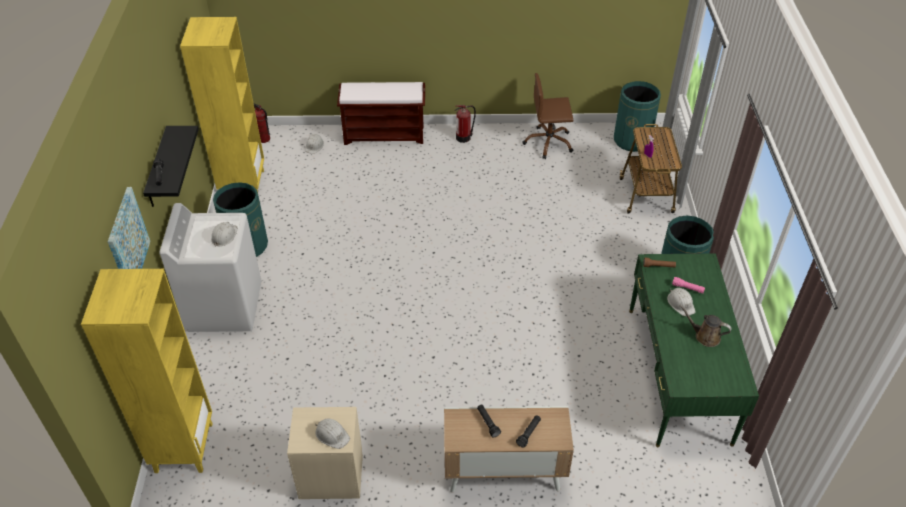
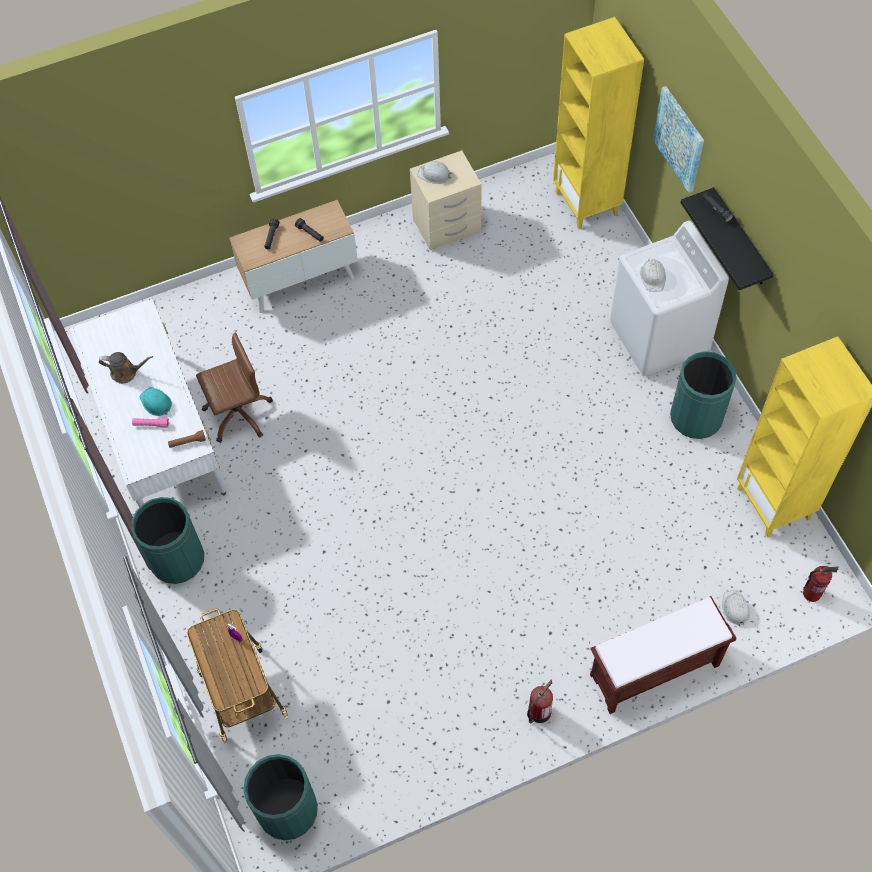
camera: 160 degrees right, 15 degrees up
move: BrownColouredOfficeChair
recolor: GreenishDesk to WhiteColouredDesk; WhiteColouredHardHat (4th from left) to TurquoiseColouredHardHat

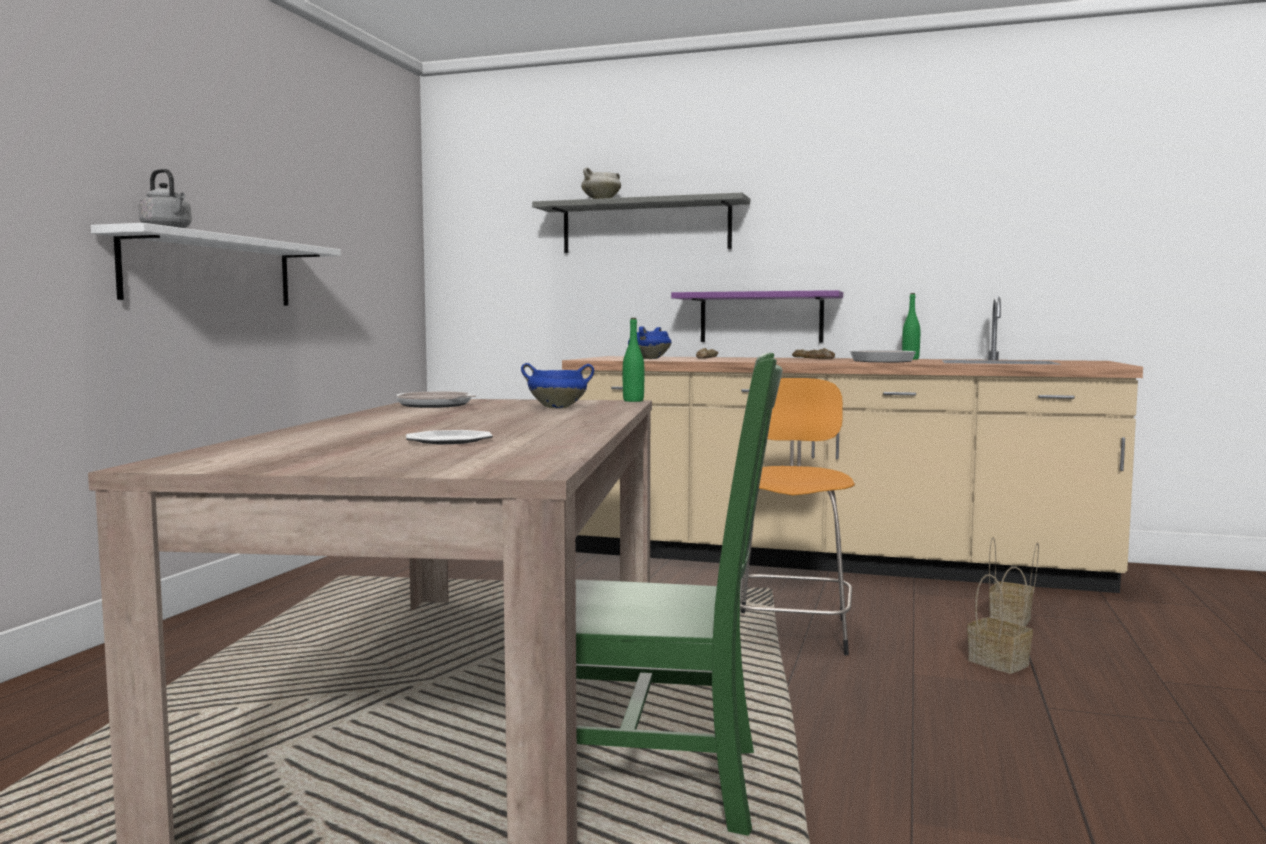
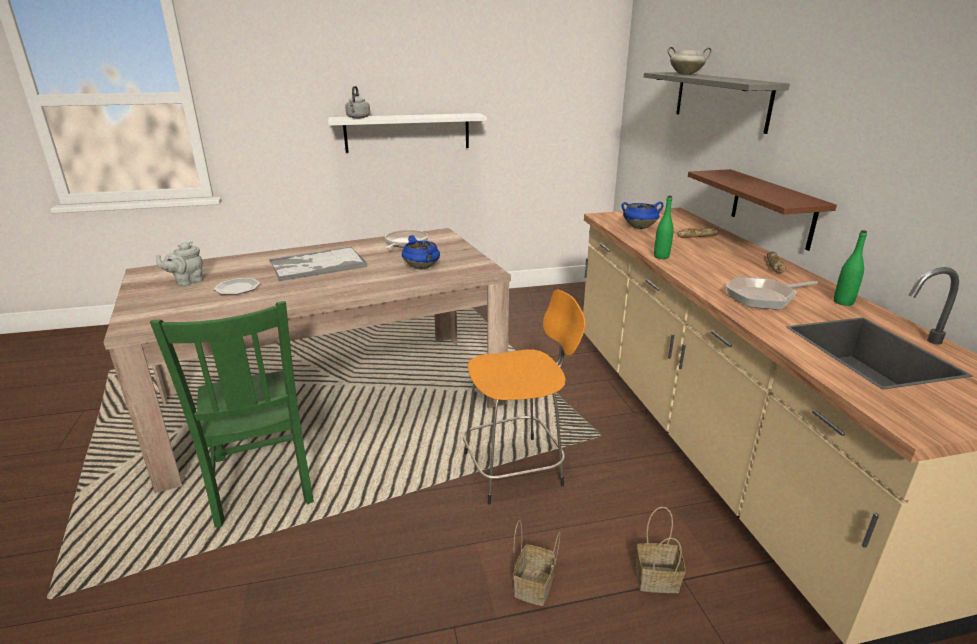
camera: 60 degrees right, 20 degrees up
insert: GreyishTeapot; ServingTray
move: GreenishBeverageBottle (1st from left)
recolor: PurplishWallShelf to BrownColouredWallShelf

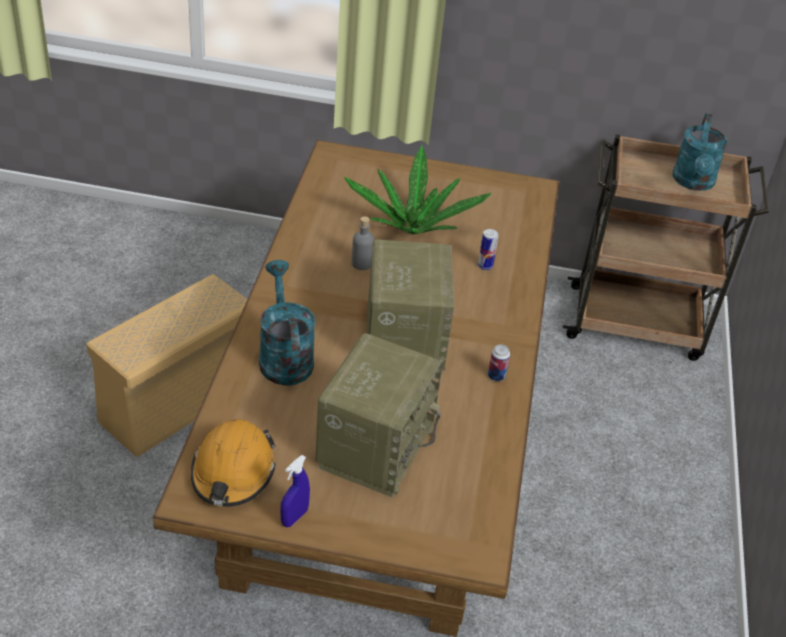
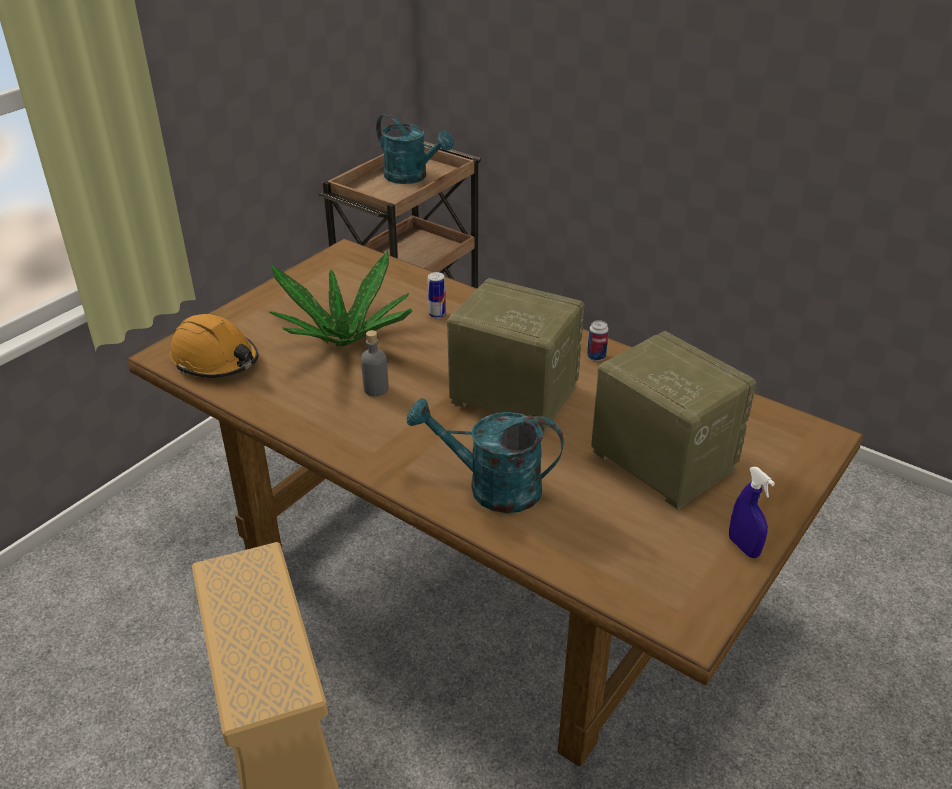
camera: 60 degrees left, 5 degrees down
move: OrangeColouredHardHat

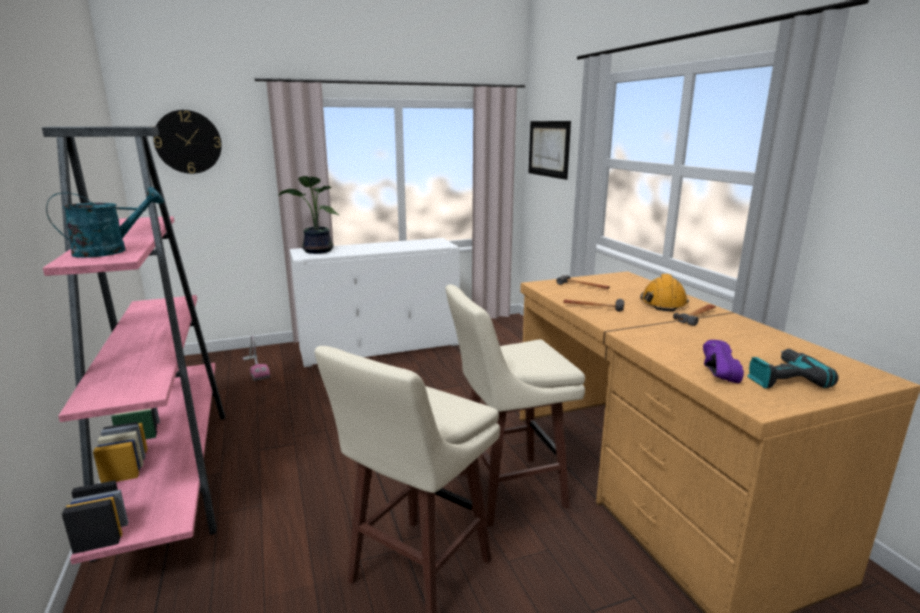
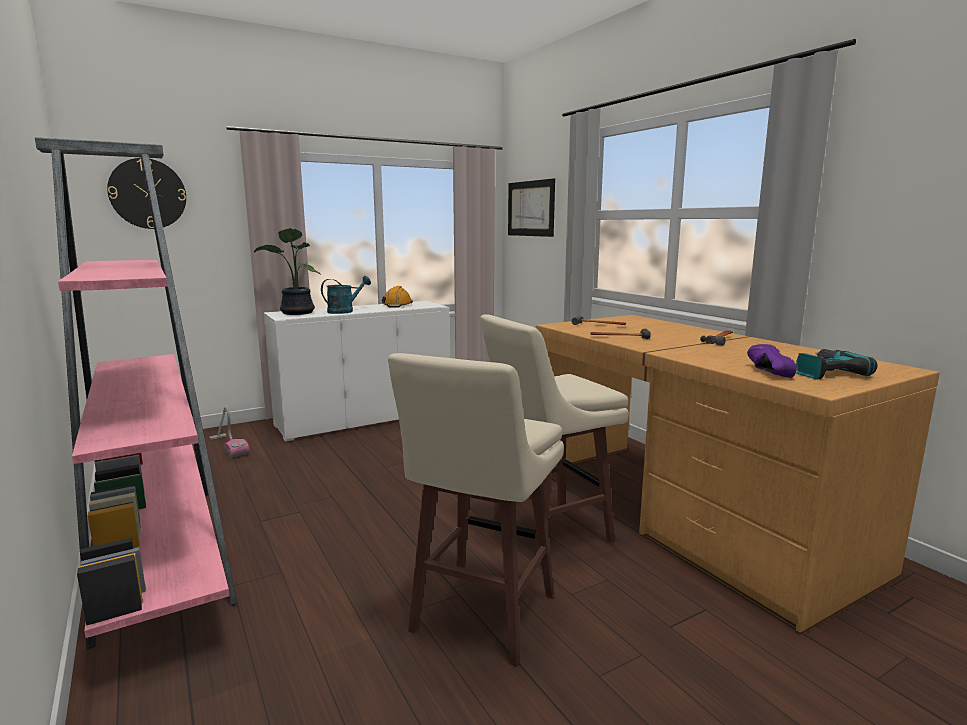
camera: 10 degrees left, 5 degrees down
move: TurquoiseColouredWateringCan; OrangeColouredHardHat

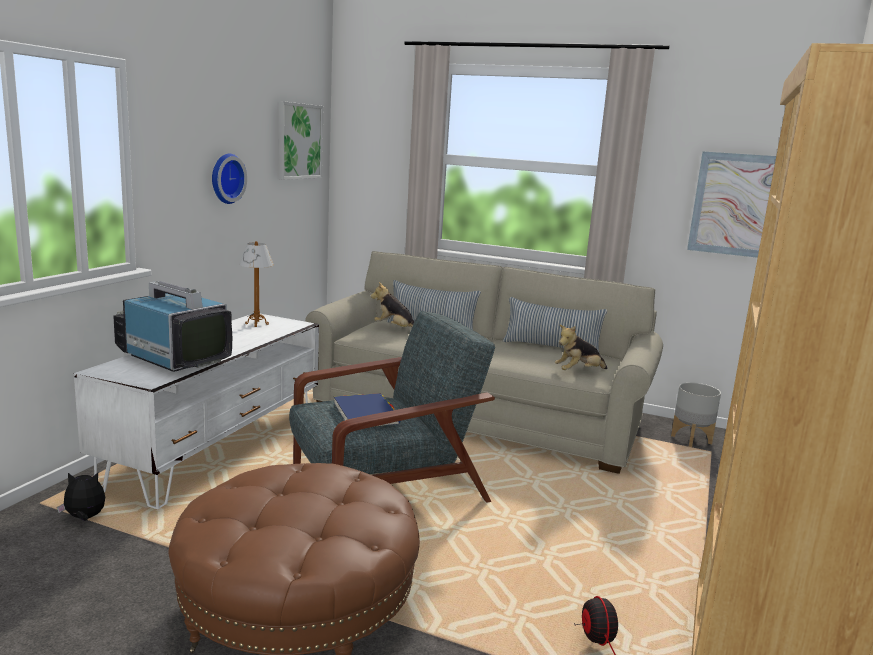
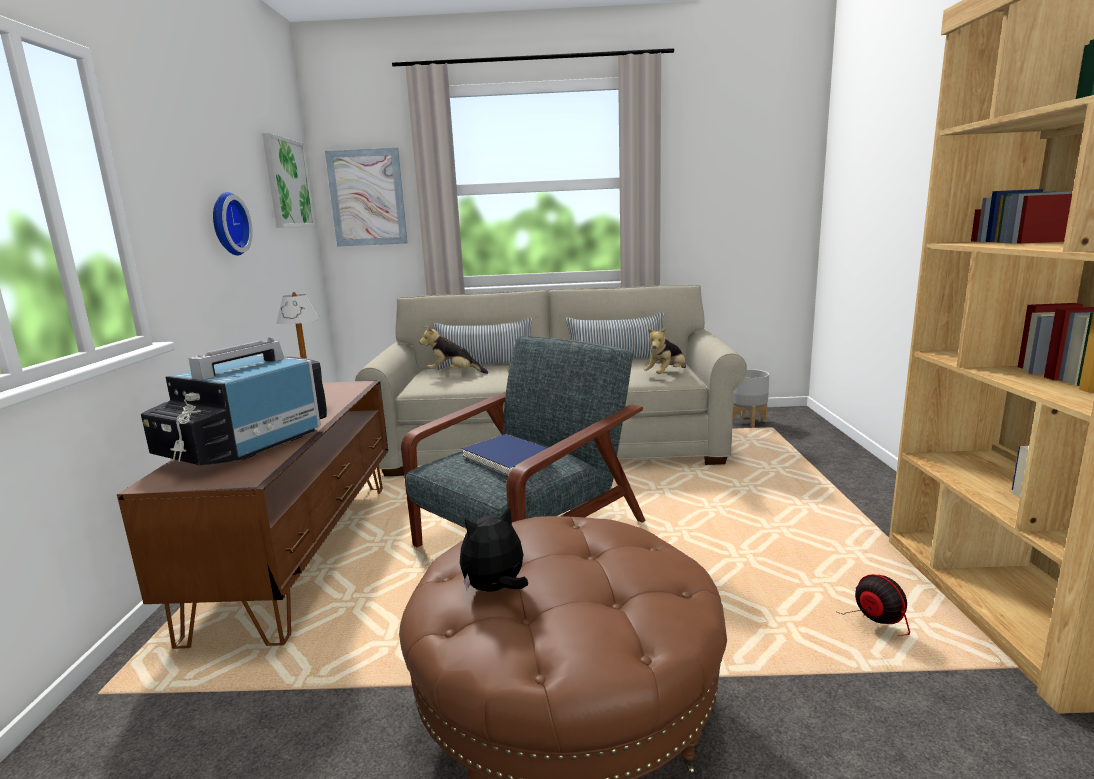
camera: 20 degrees left, 0 degrees up
move: CuddlyToy (1st from left in the first image) to CuddlyToy (2nd from left); WallPicture (2nd from left)
recolor: WhiteColouredTvStand to BrownColouredTvStand
rotate: Television 75 degrees counterclockwise

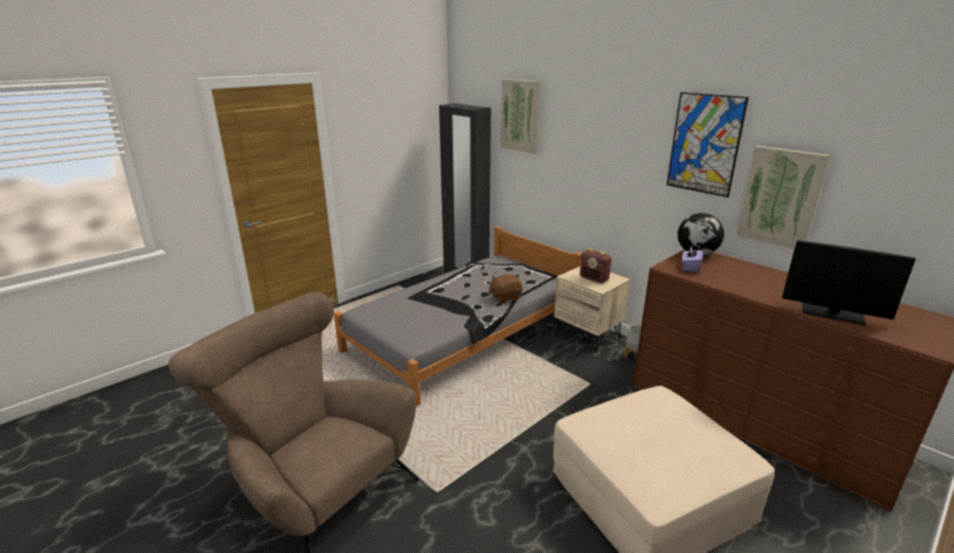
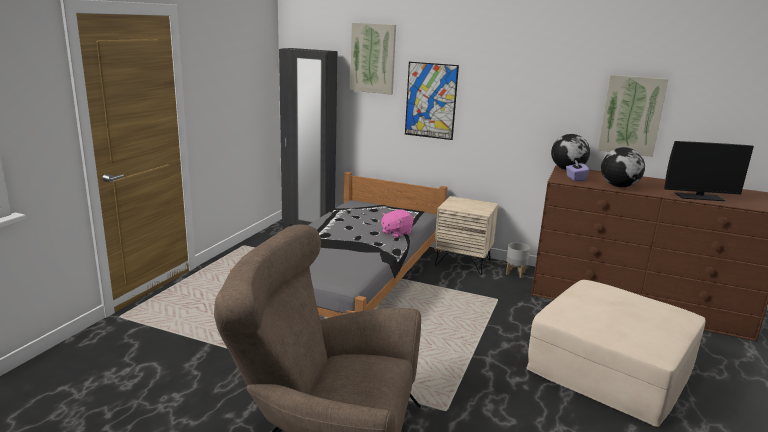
camera: 25 degrees left, 5 degrees down
delete: RadioReceiver
insert: Globe (2nd from left)
move: WallPicture (2nd from left)
recolor: BrownColouredCuddlyToy to PinkColouredCuddlyToy

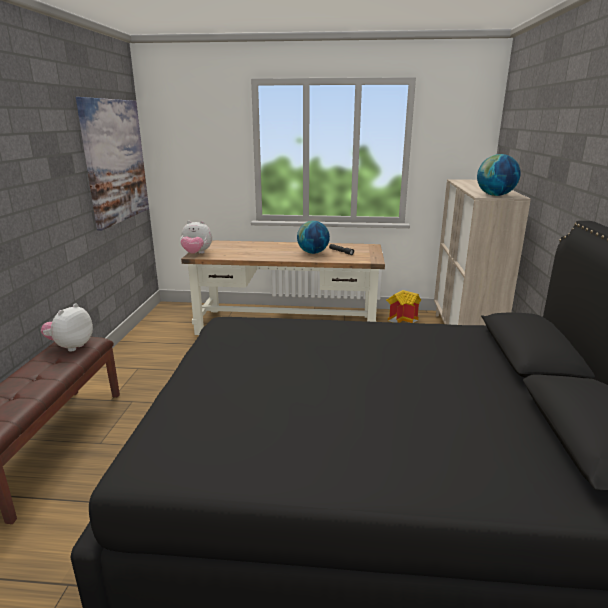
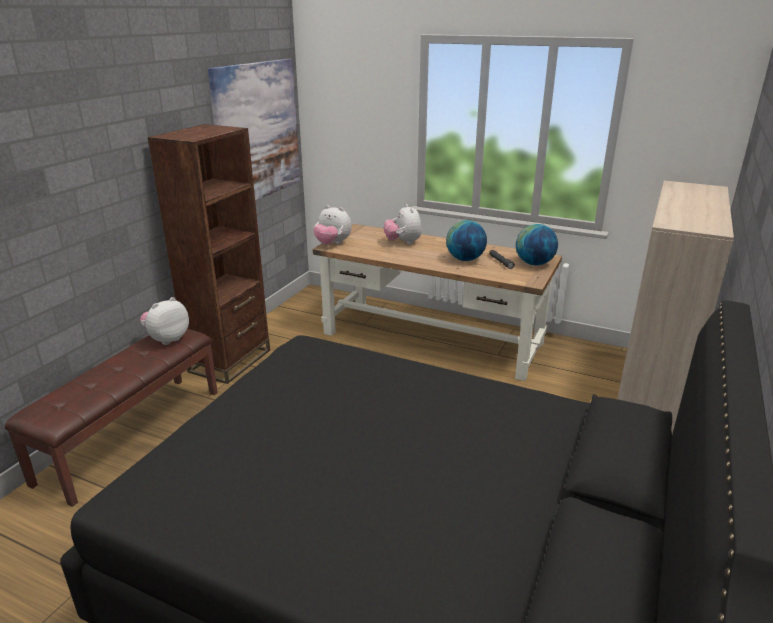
camera: 20 degrees right, 5 degrees up
delete: MiniatureHouse
insert: BrownColouredBookcase; CuddlyToy (3rd from left)
move: Globe (2nd from left)

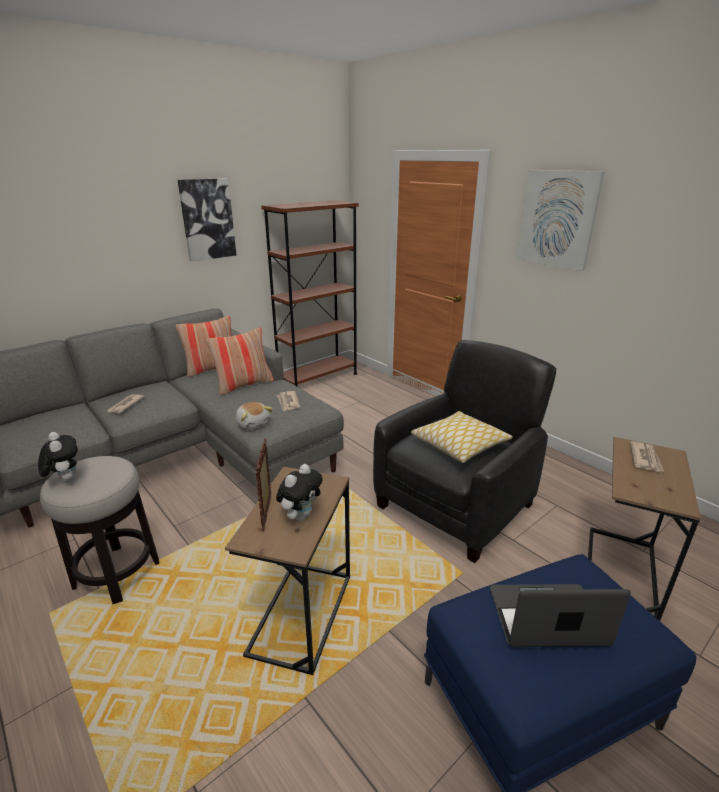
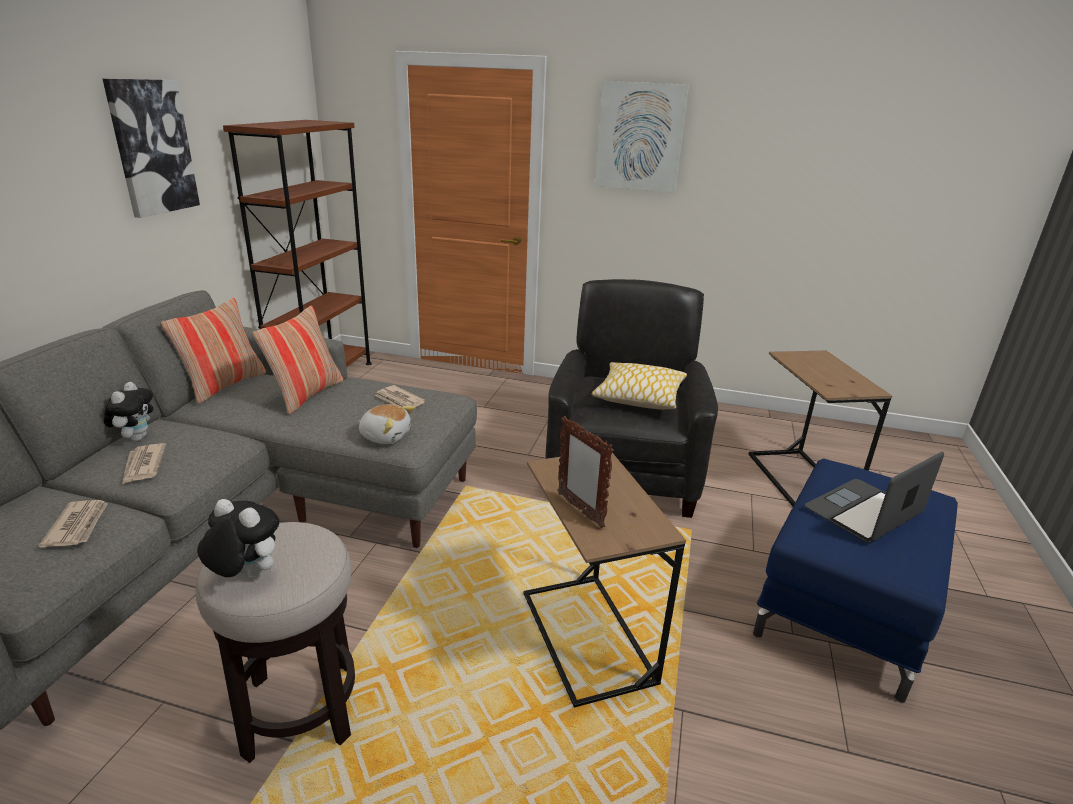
camera: 35 degrees left, 0 degrees up
move: CuddlyToy (3rd from left in the first image) to CuddlyToy (1st from left); PrintedPaper (3rd from left in the first image) to PrintedPaper (1st from left)

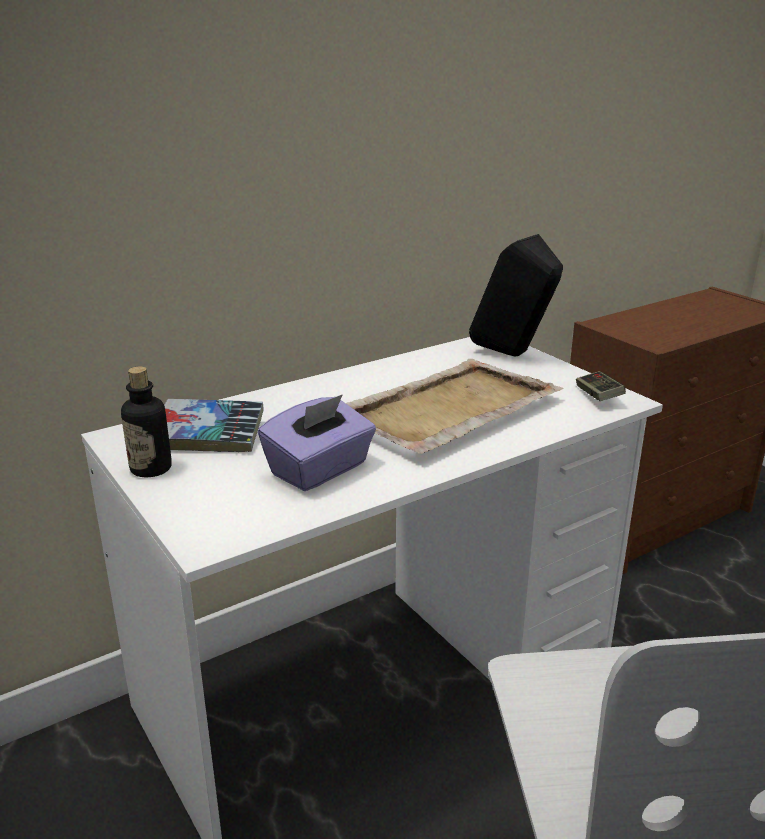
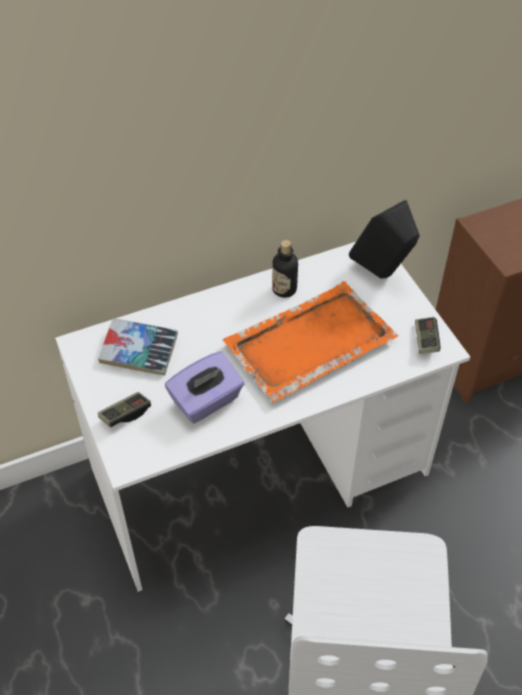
camera: 10 degrees right, 25 degrees up
insert: GameController (1st from left)
move: BeverageBottle
recolor: BeigeServingTray to OrangeColouredServingTray

